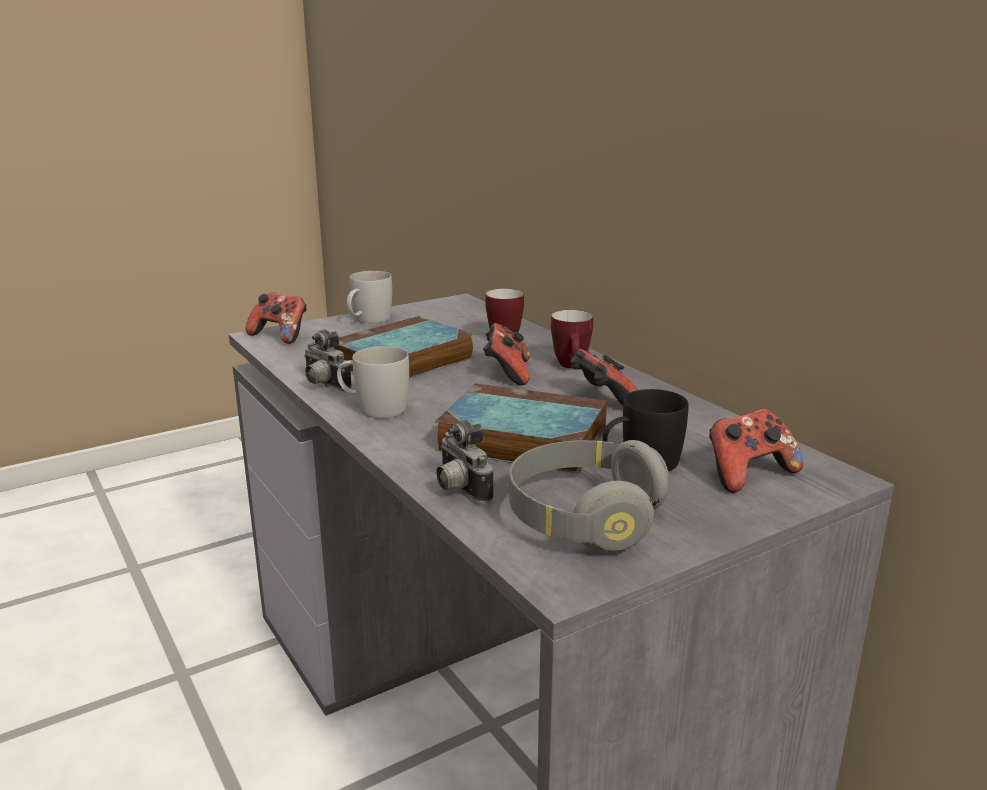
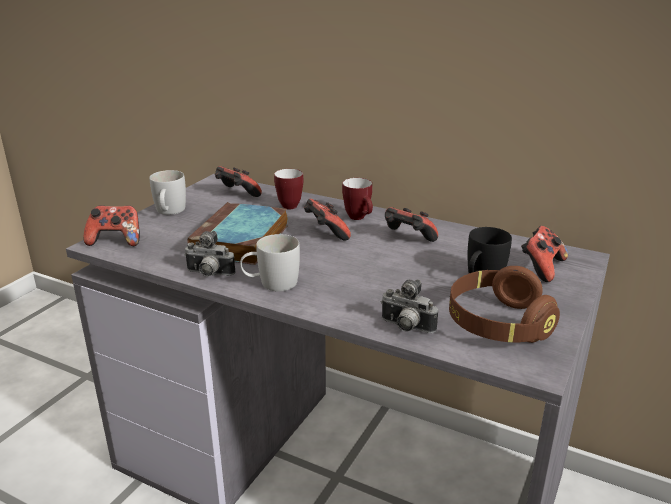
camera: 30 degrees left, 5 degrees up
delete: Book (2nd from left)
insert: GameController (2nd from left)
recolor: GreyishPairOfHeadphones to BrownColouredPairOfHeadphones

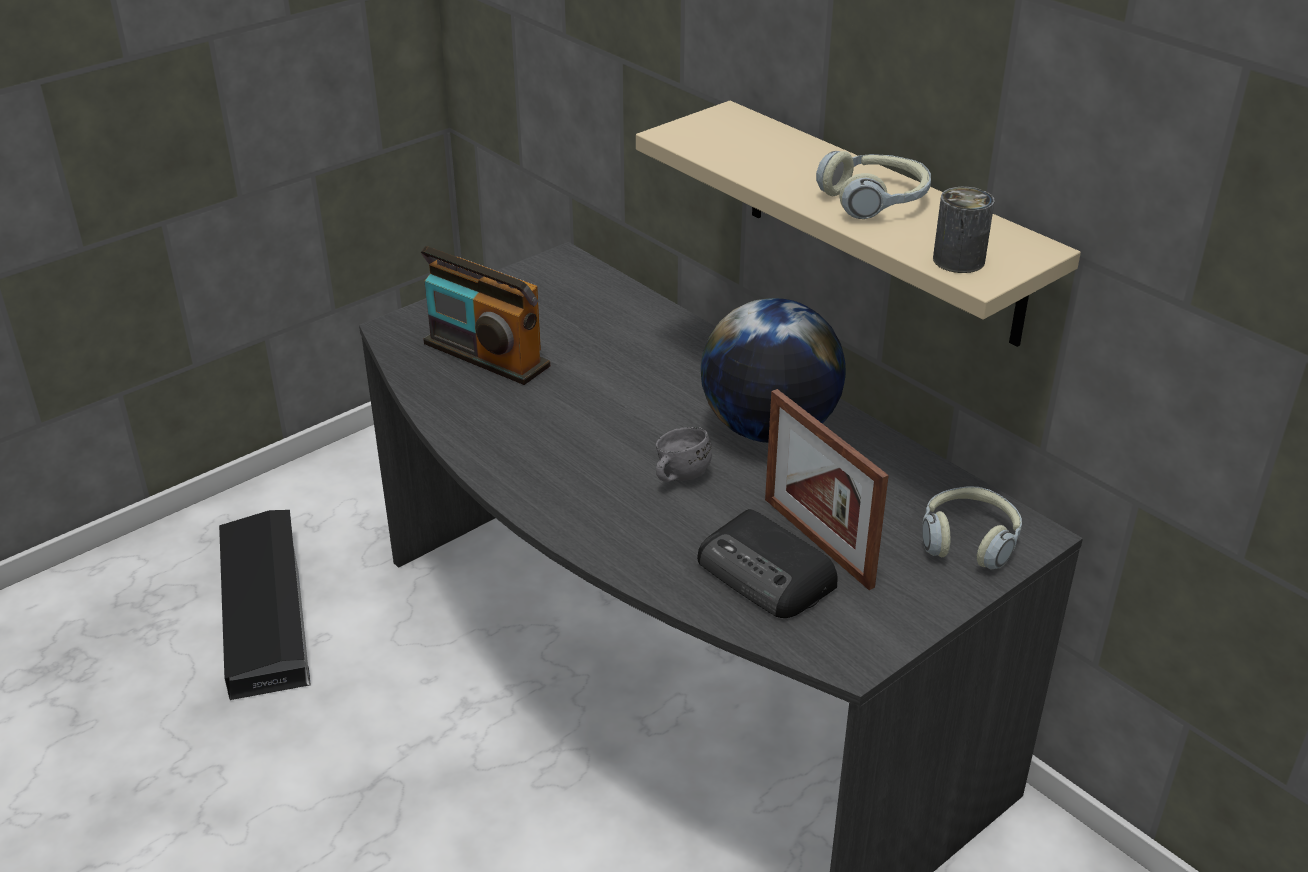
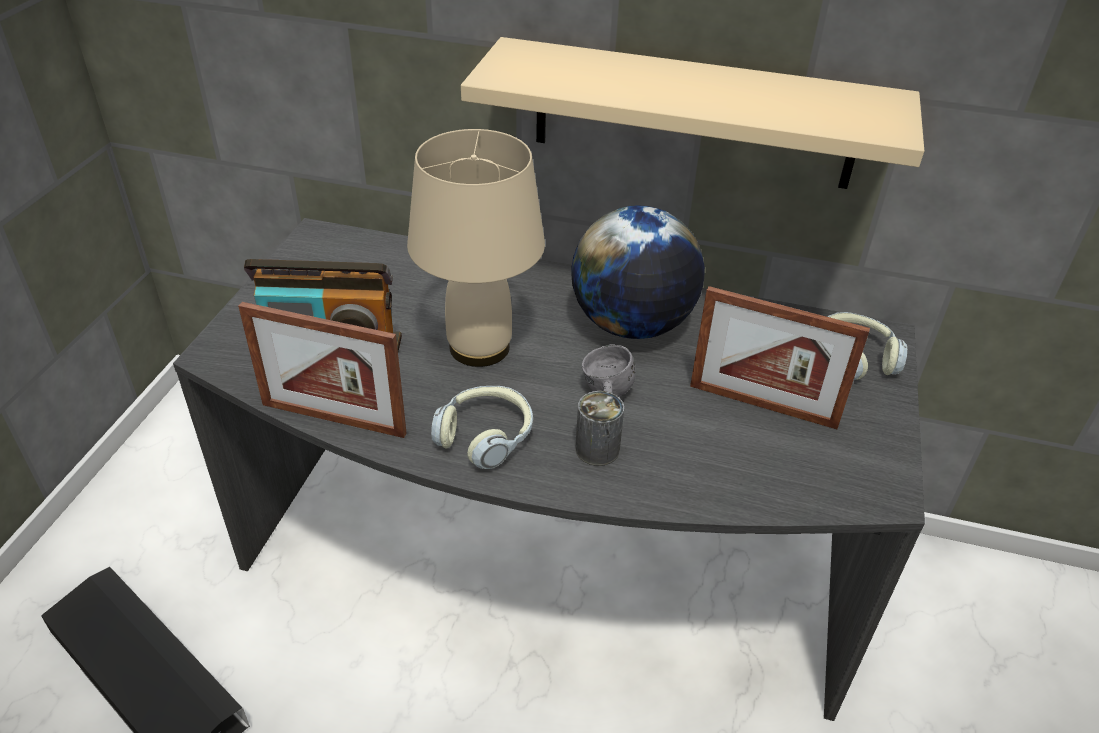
camera: 35 degrees left, 5 degrees up
delete: RadioReceiver (2nd from left)
insert: PhotoFrame (1st from left); BeigeLampForATable
move: PairOfHeadphones (1st from left); Can

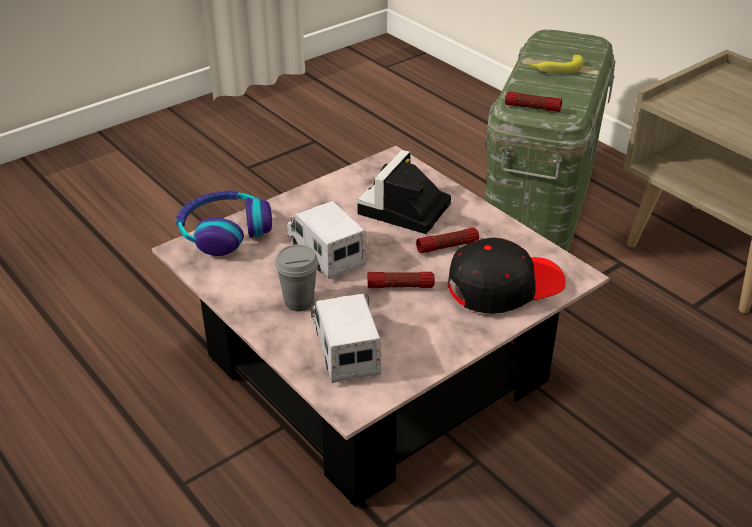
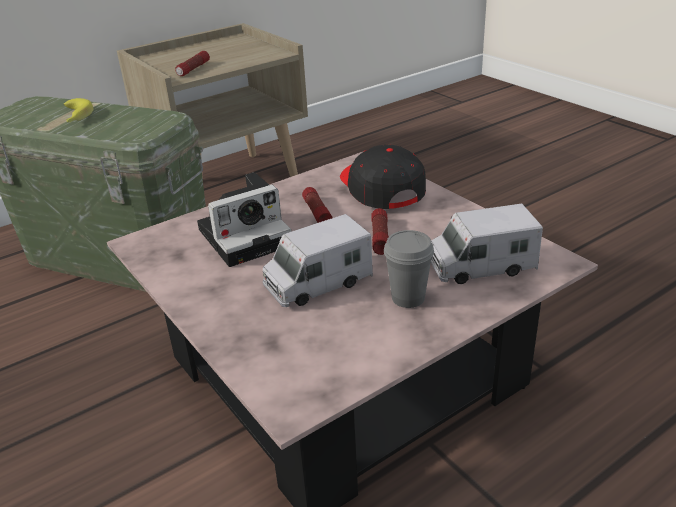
camera: 85 degrees left, 5 degrees down
delete: PairOfHeadphones
move: Torch (3rd from left in the first image) to Torch (1st from left)
rotate: StillCamera 60 degrees counterclockwise

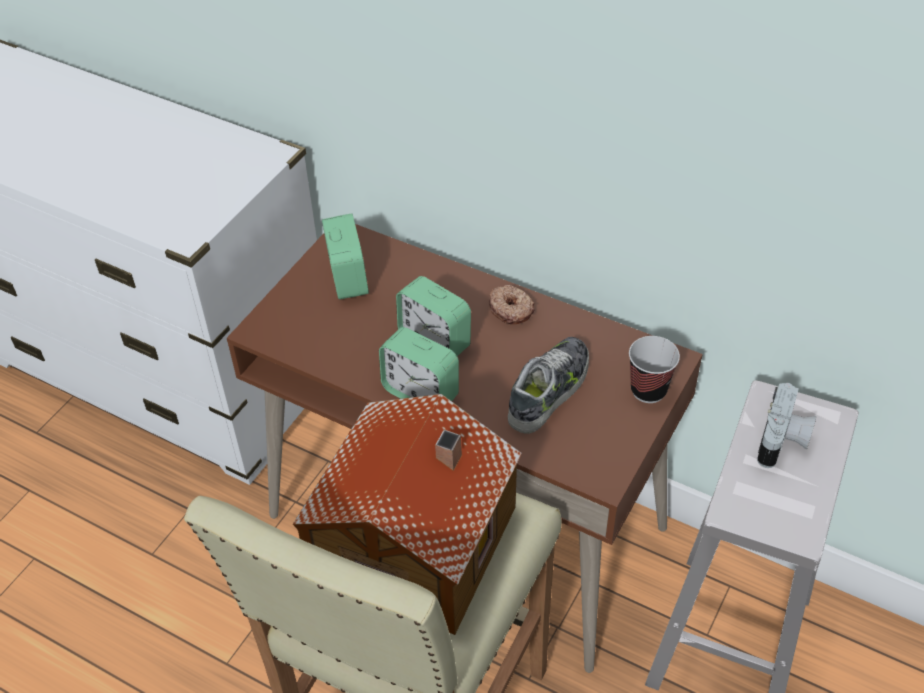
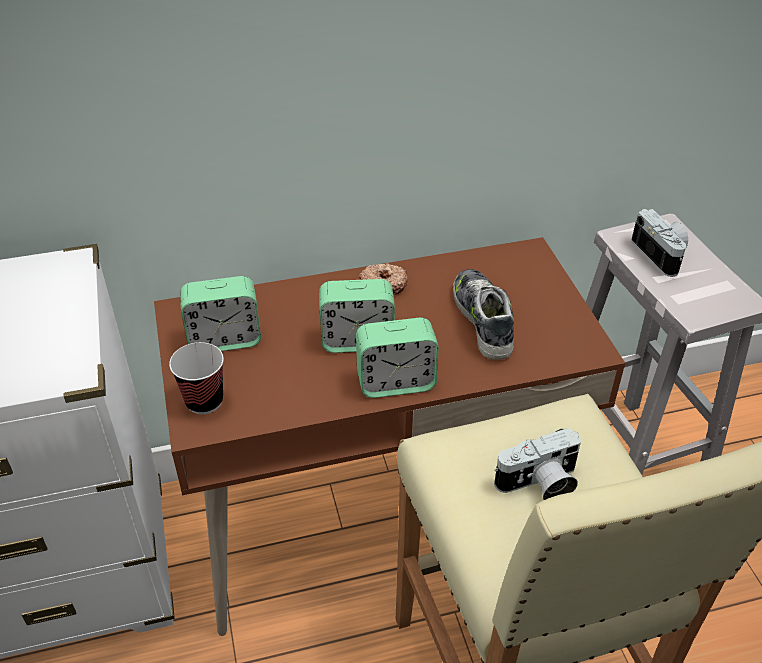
camera: 45 degrees left, 5 degrees down
move: DrinkingCup
replace: MiniatureHouse to StillCamera (1st from left)
rotate: TableClock (1st from left) 135 degrees clockwise

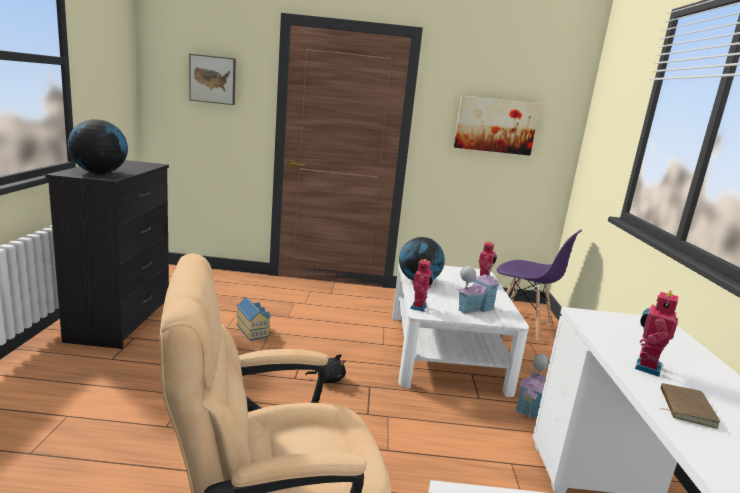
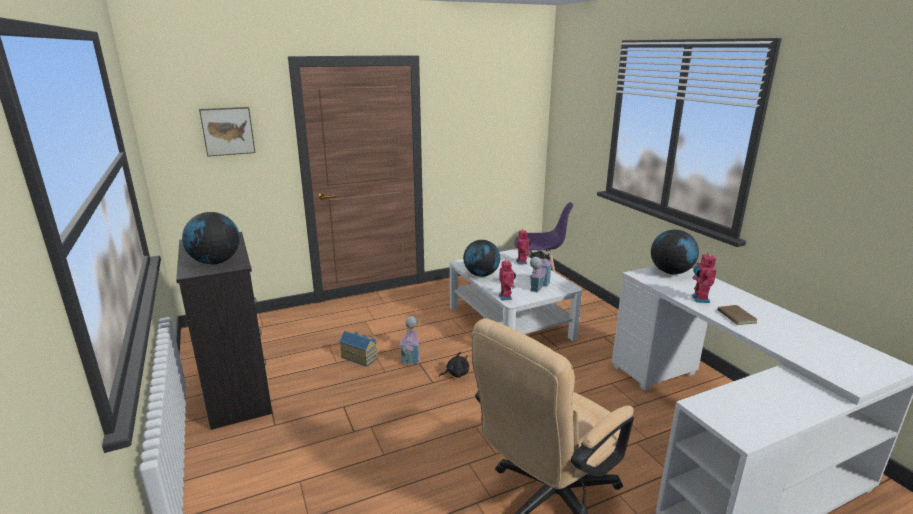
camera: 25 degrees left, 5 degrees up
delete: WallPicture (2nd from left)
insert: Globe (3rd from left)
move: MiniatureHouse (3rd from left in the first image) to MiniatureHouse (2nd from left)

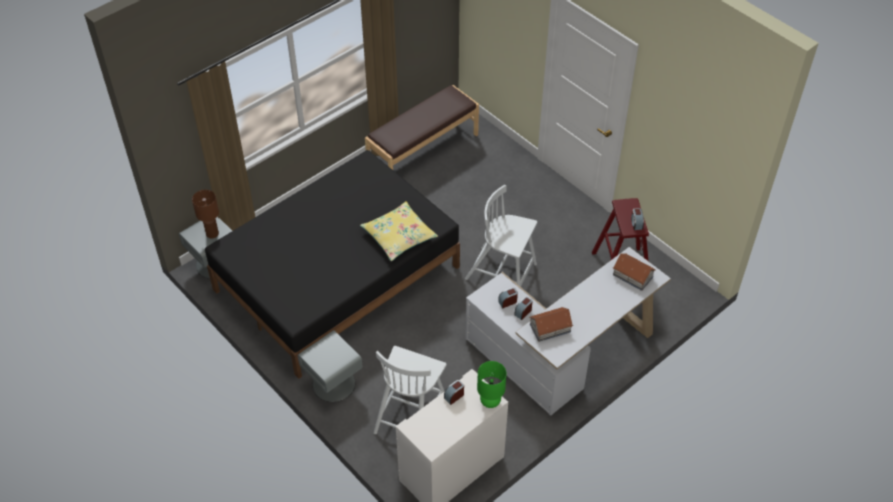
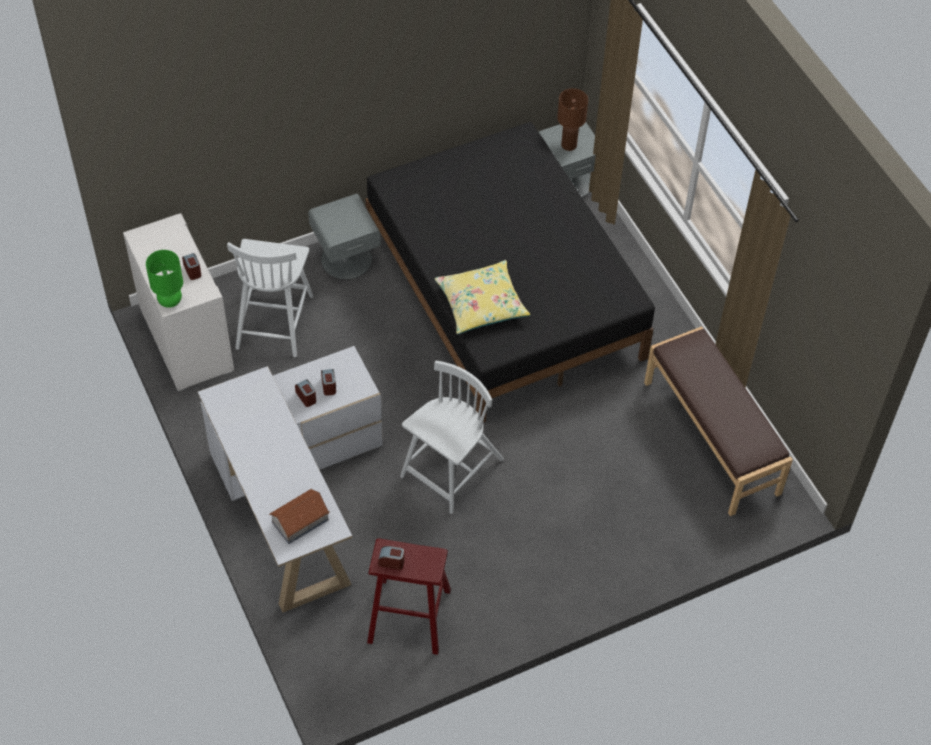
camera: 105 degrees right, 5 degrees up
delete: MiniatureHouse (1st from left)
rotate: WhiteColouredChair (1st from left) 120 degrees counterclockwise

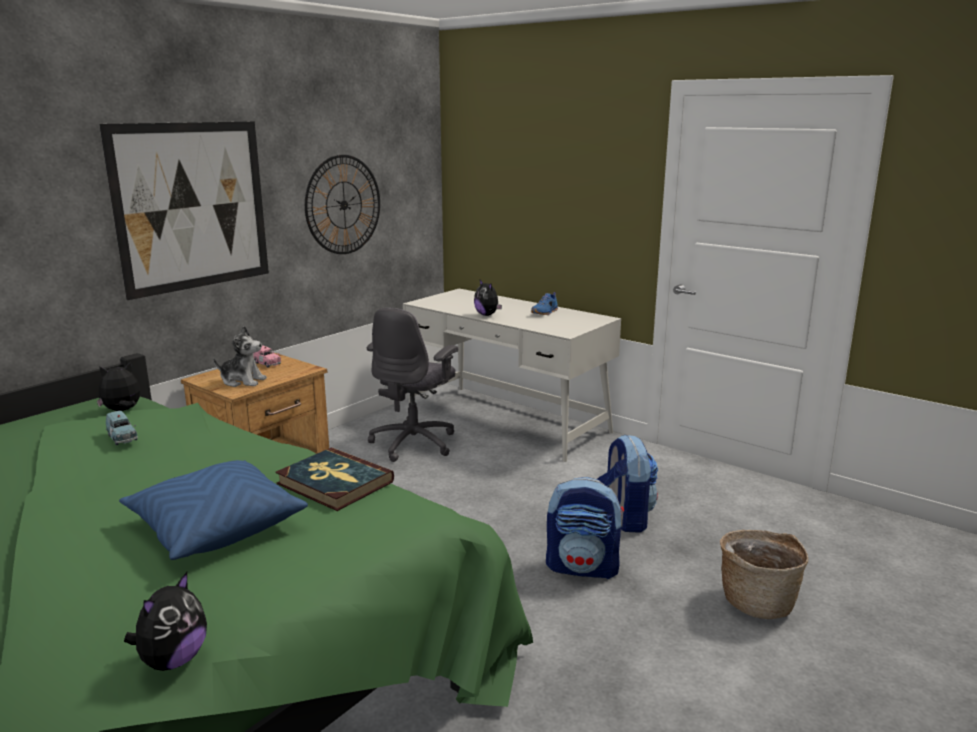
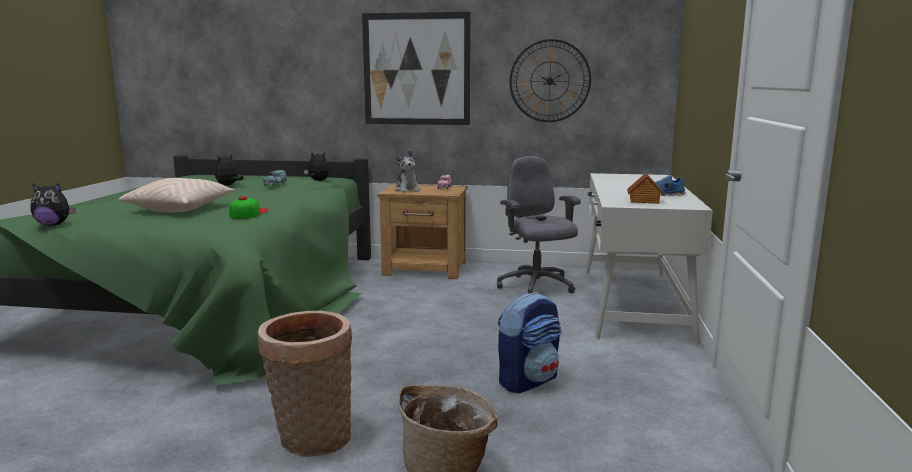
camera: 60 degrees right, 5 degrees down
delete: Backpack (1st from left)
insert: HouseholdBasket (1st from left); MiniatureHouse
move: CuddlyToy (4th from left in the first image) to CuddlyToy (2nd from left)
replace: Book to PeakedCap
recolor: BluishCushion to BeigeCushion
rotate: GreyishOfficeChair 75 degrees clockwise

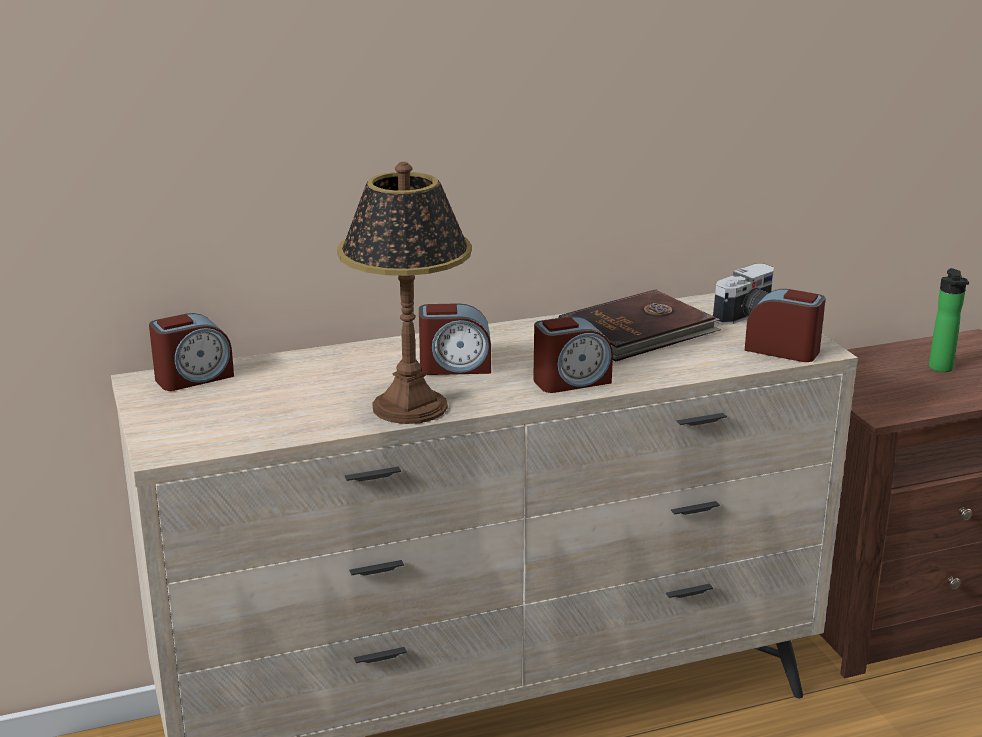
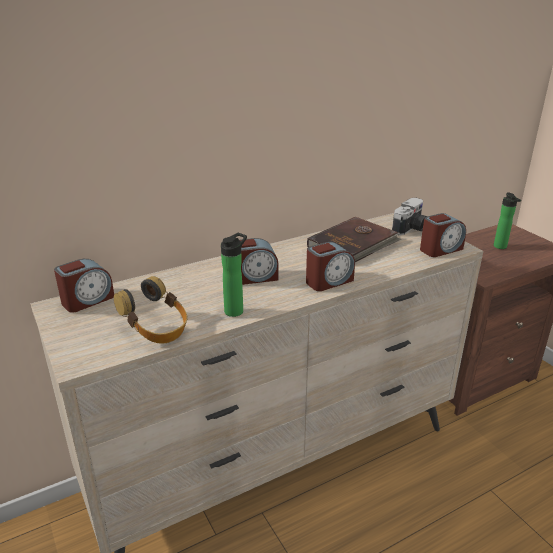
camera: 10 degrees left, 5 degrees up
insert: PairOfHeadphones
replace: LampForATable to BeverageBottle (1st from left)
rotate: TableClock (4th from left) 135 degrees clockwise

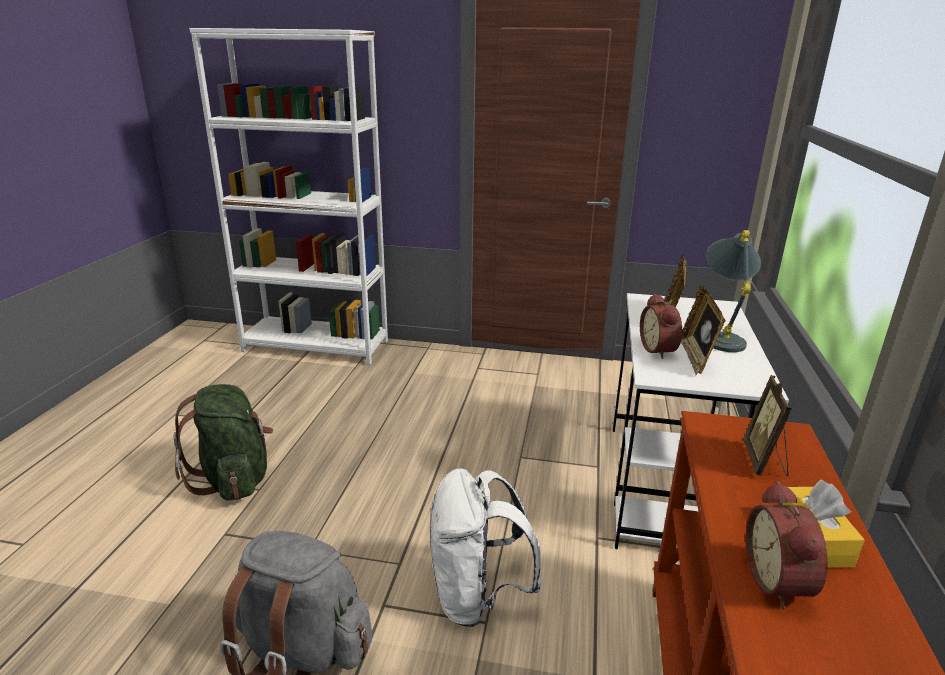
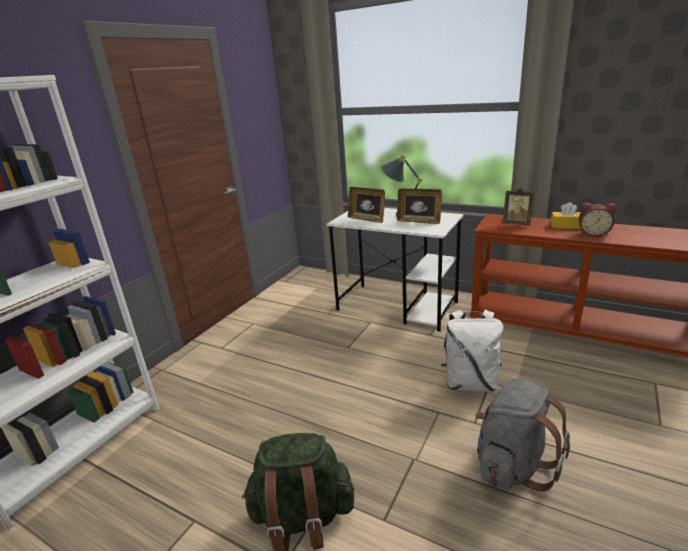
camera: 70 degrees left, 0 degrees up
delete: TableClock (1st from left)

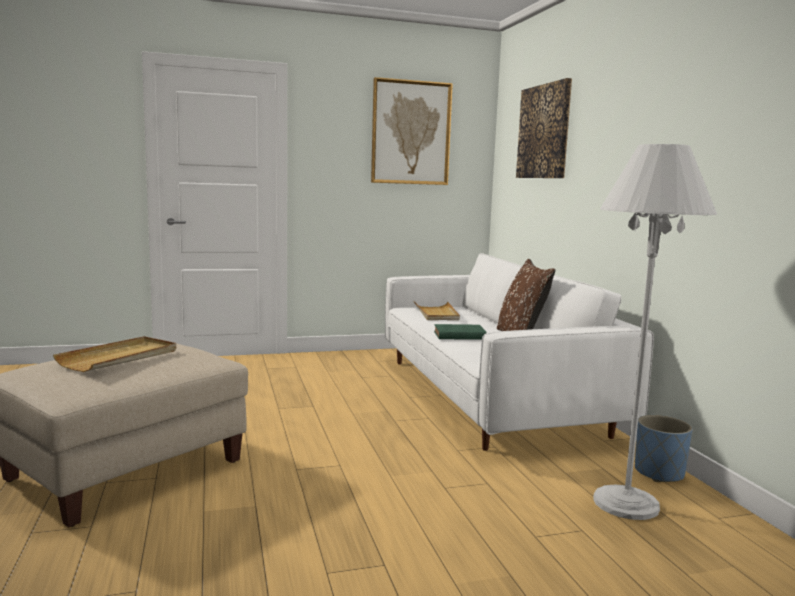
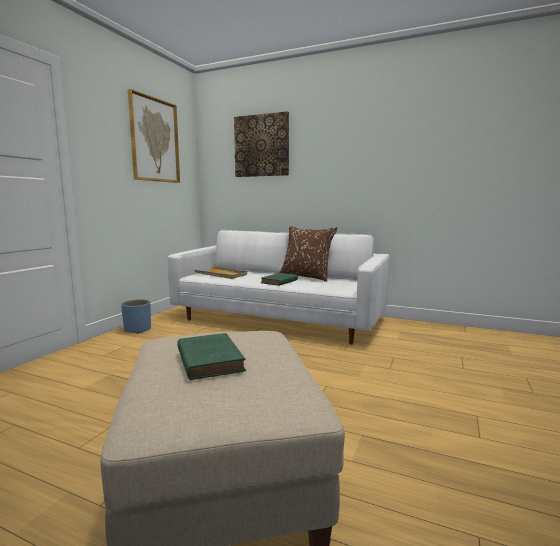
camera: 50 degrees left, 0 degrees up
delete: WhiteColouredFloorLamp
move: BluishPlanter
replace: BeigeServingTray (1st from left) to GreenishBook (1st from left)

